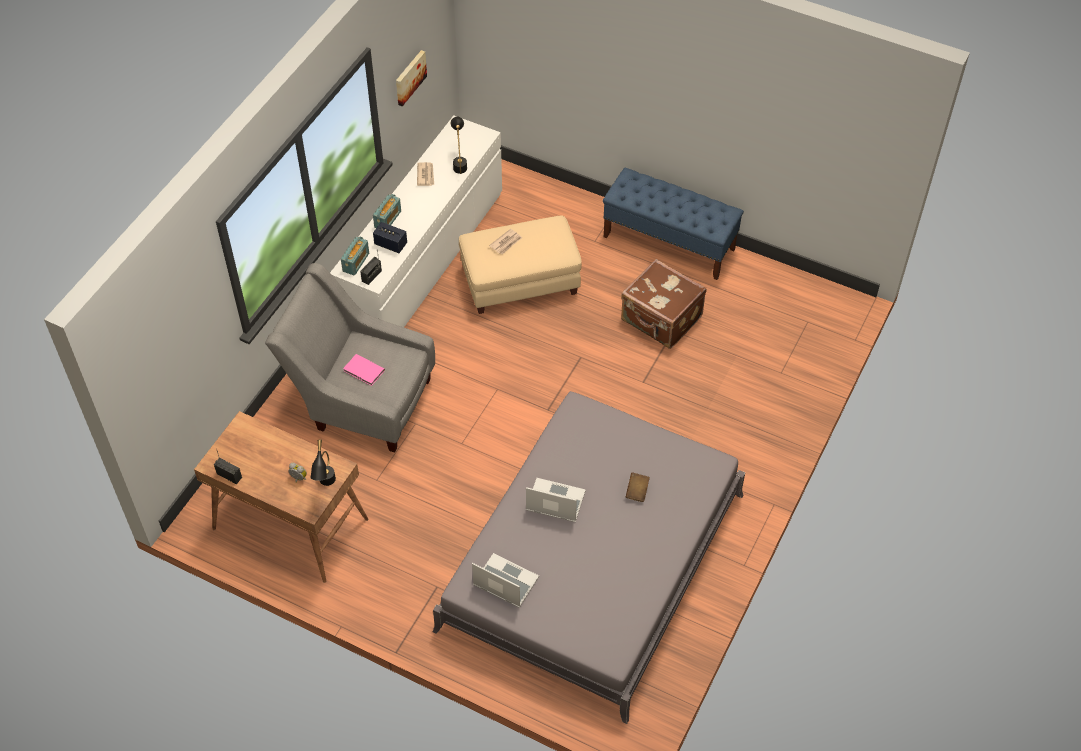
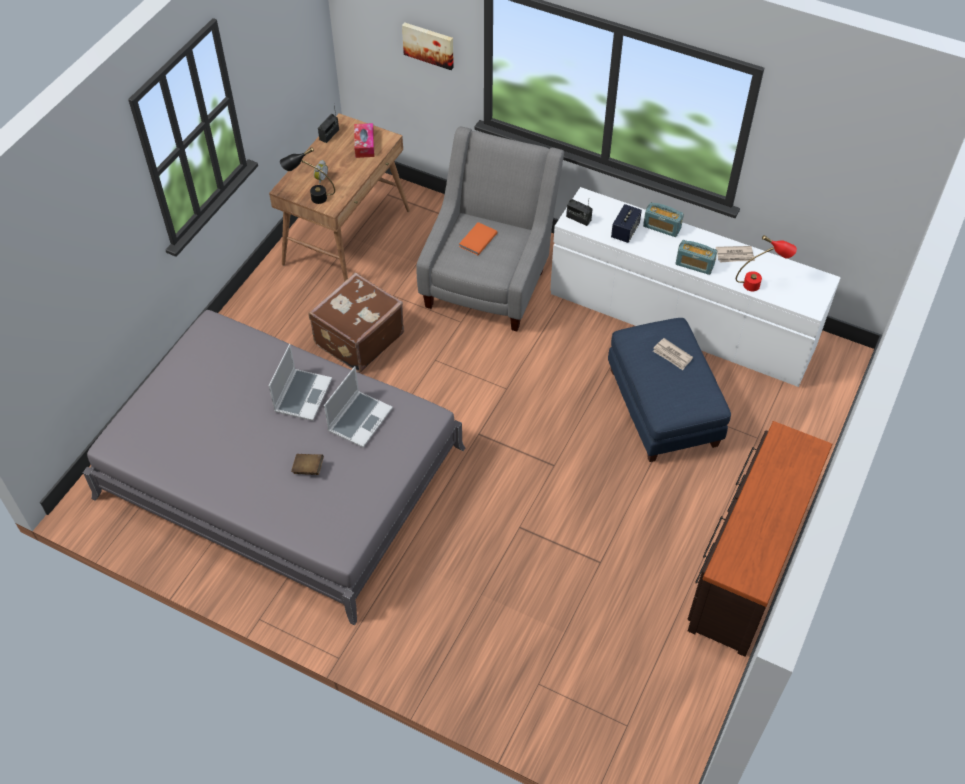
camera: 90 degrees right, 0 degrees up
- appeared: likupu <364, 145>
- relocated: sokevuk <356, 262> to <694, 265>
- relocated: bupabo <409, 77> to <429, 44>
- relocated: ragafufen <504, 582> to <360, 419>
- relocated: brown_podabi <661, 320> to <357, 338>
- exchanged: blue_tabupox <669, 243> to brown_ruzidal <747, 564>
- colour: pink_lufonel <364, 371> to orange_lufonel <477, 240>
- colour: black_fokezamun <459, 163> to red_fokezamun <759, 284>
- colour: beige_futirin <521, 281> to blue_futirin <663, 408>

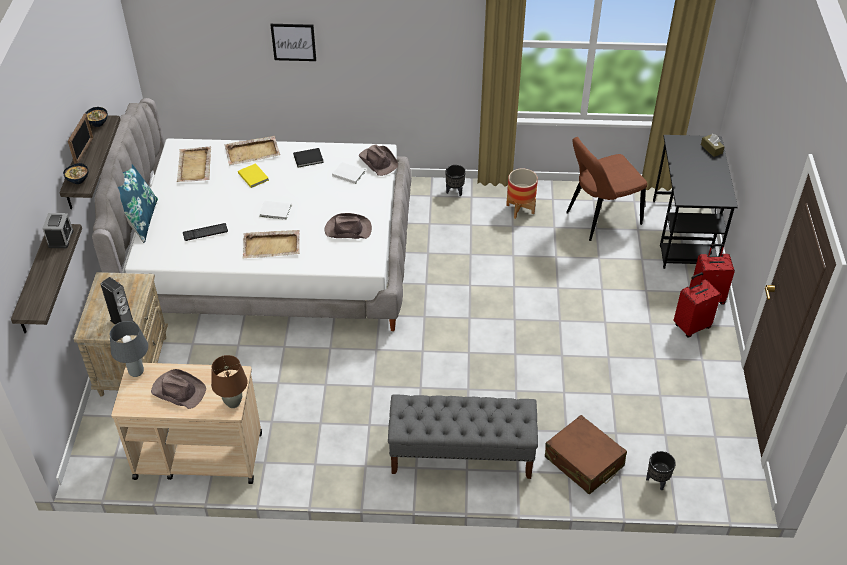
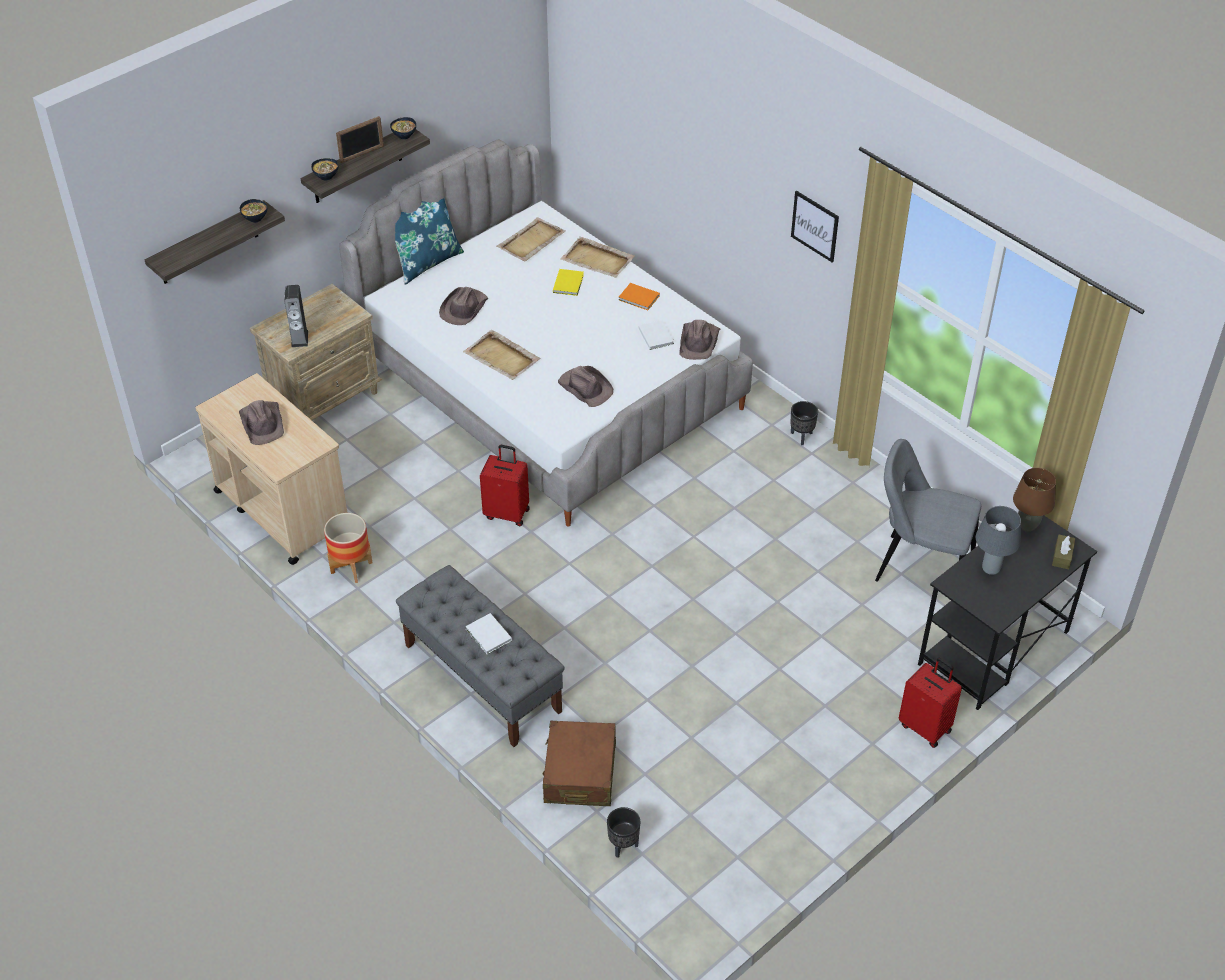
camera: 45 degrees right, 0 degrees up
- relocated: grey_fokezamun <137, 372> to <991, 569>
- relocated: brown_fokezamun <233, 403> to <1027, 526>
- relocated: white_lufonel <276, 211> to <488, 636>
- relocated: bupabo <293, 42> to <815, 226>
- relocated: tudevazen <520, 209> to <351, 567>
- relocated: red_podabi <691, 326> to <507, 513>
- exchanged: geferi <61, 238> to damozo <255, 218>
- exchanged: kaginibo <205, 232> to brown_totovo <463, 308>
- colour: black_lufonel <309, 159> to orange_lufonel <639, 298>
- colour: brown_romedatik <600, 219> to grey_romedatik <919, 567>

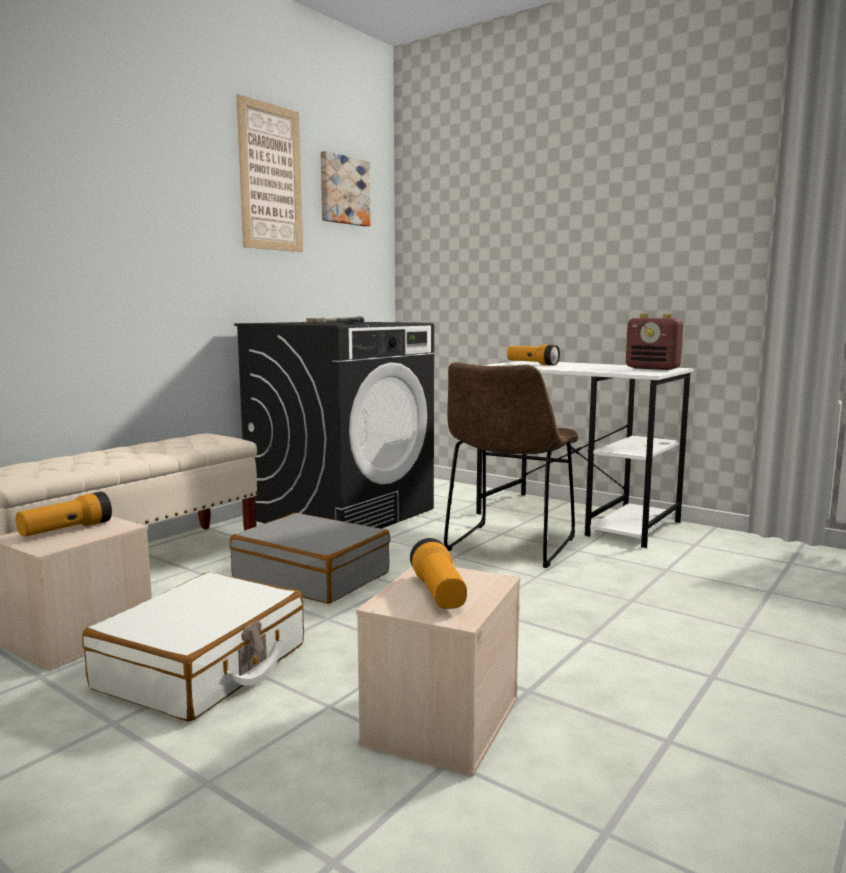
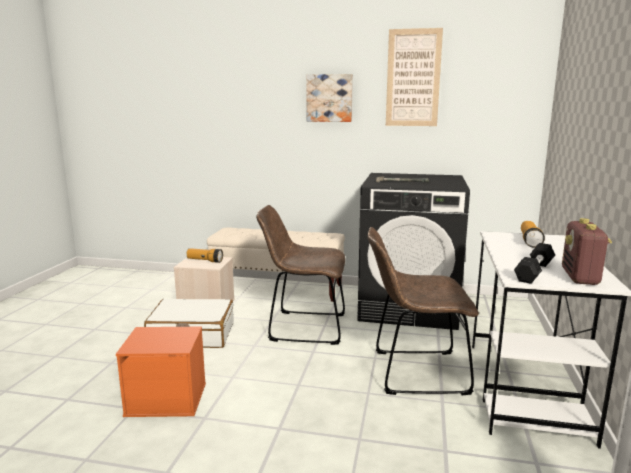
camera: 65 degrees right, 5 degrees up
- missing: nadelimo <438, 593>
- appeared: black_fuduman <534, 272>
- relocated: bupabo <343, 190> to <329, 98>
- exchanged: grey_podabi <312, 576> to brown_romedatik <303, 327>
- colour: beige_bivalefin <441, 719> to orange_bivalefin <167, 399>

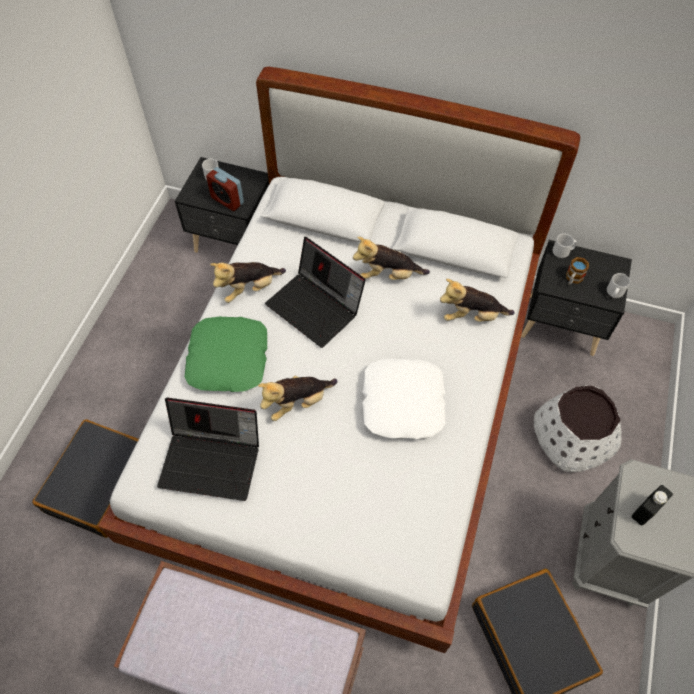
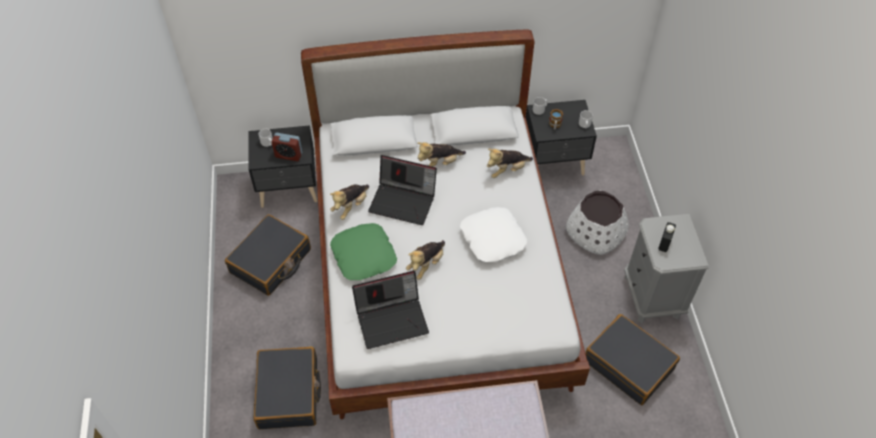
camera: 25 degrees left, 5 degrees down
- appeared: black_podabi <271, 261>

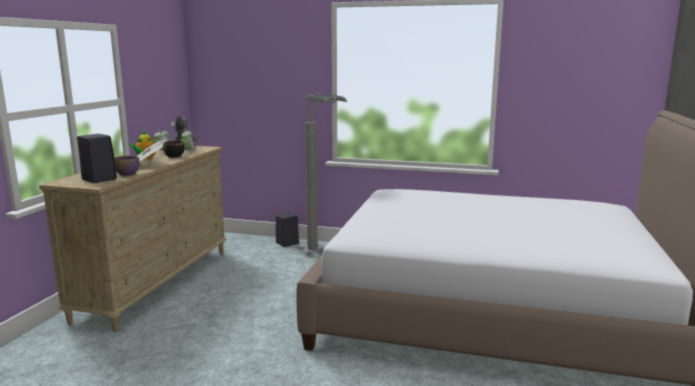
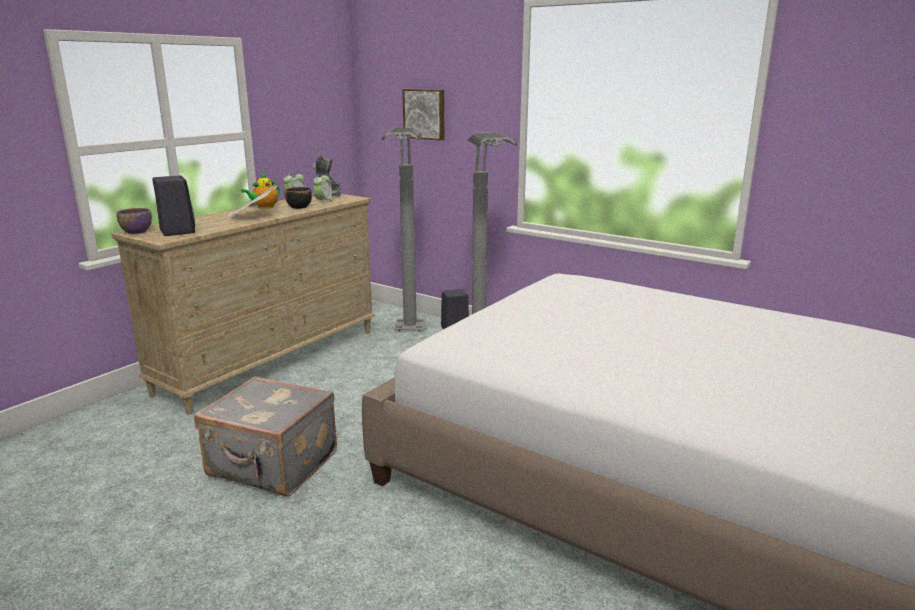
camera: 20 degrees right, 5 degrees up
- appeared: grey_podabi <272, 466>
- appeared: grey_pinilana <409, 335>
- appeared: bupabo <425, 114>
- relocated: purple_damozo <127, 174> to <136, 231>

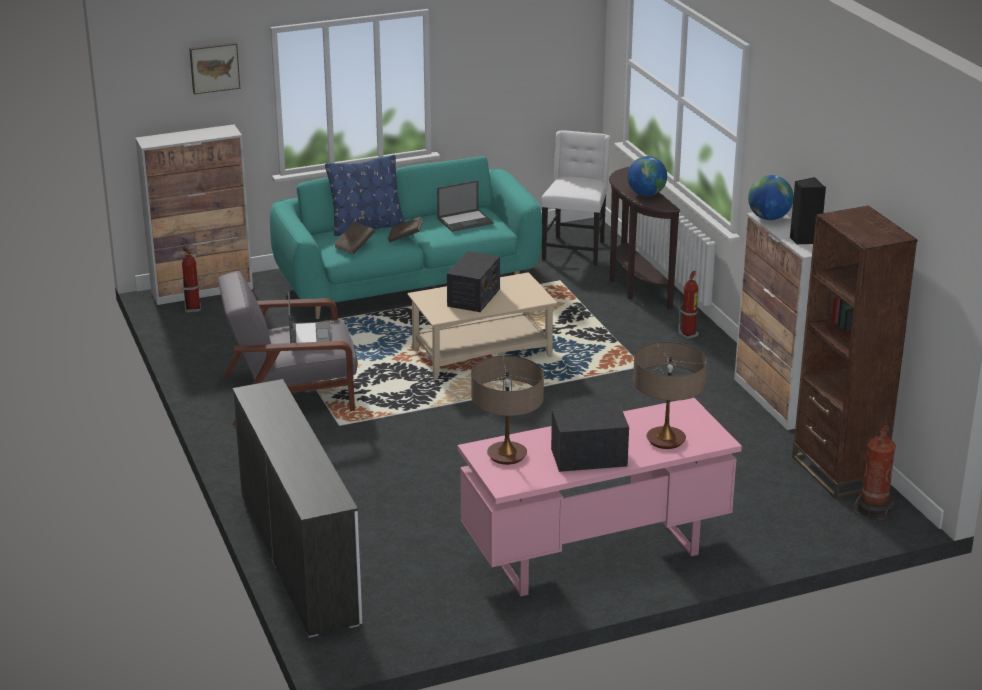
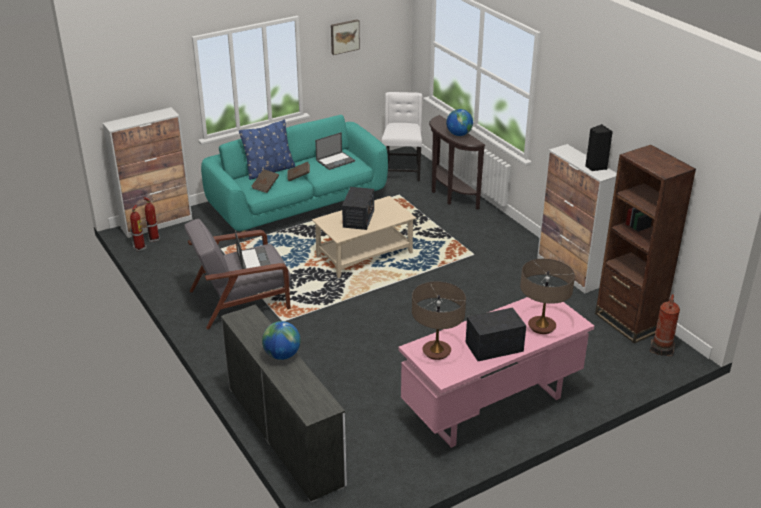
camera: 10 degrees left, 5 degrees up
- relocated: bupabo <214, 67> to <344, 36>
- relocated: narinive <688, 335> to <140, 248>
- relocated: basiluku <769, 218> to <282, 355>

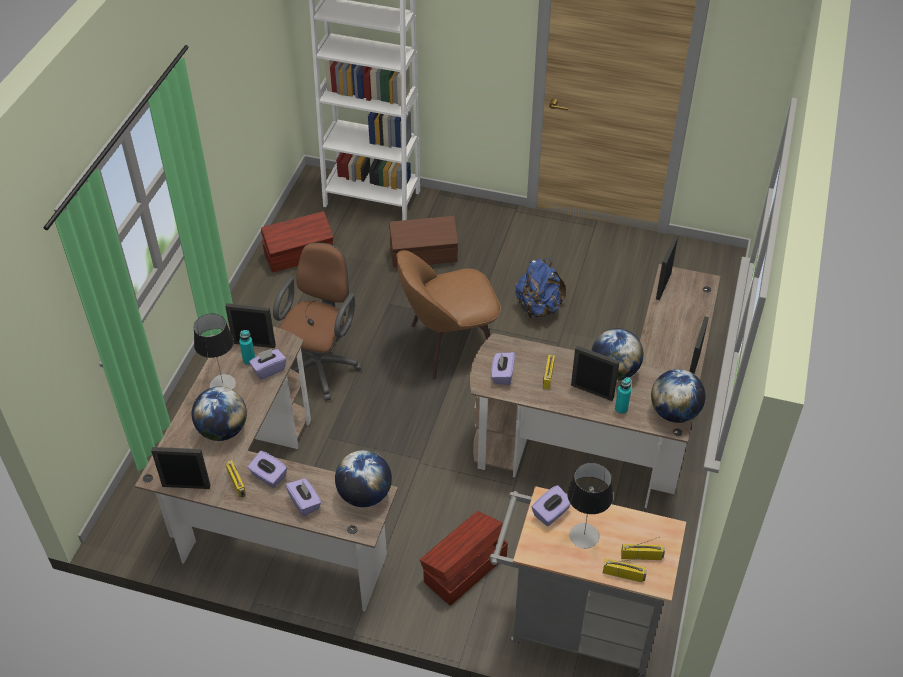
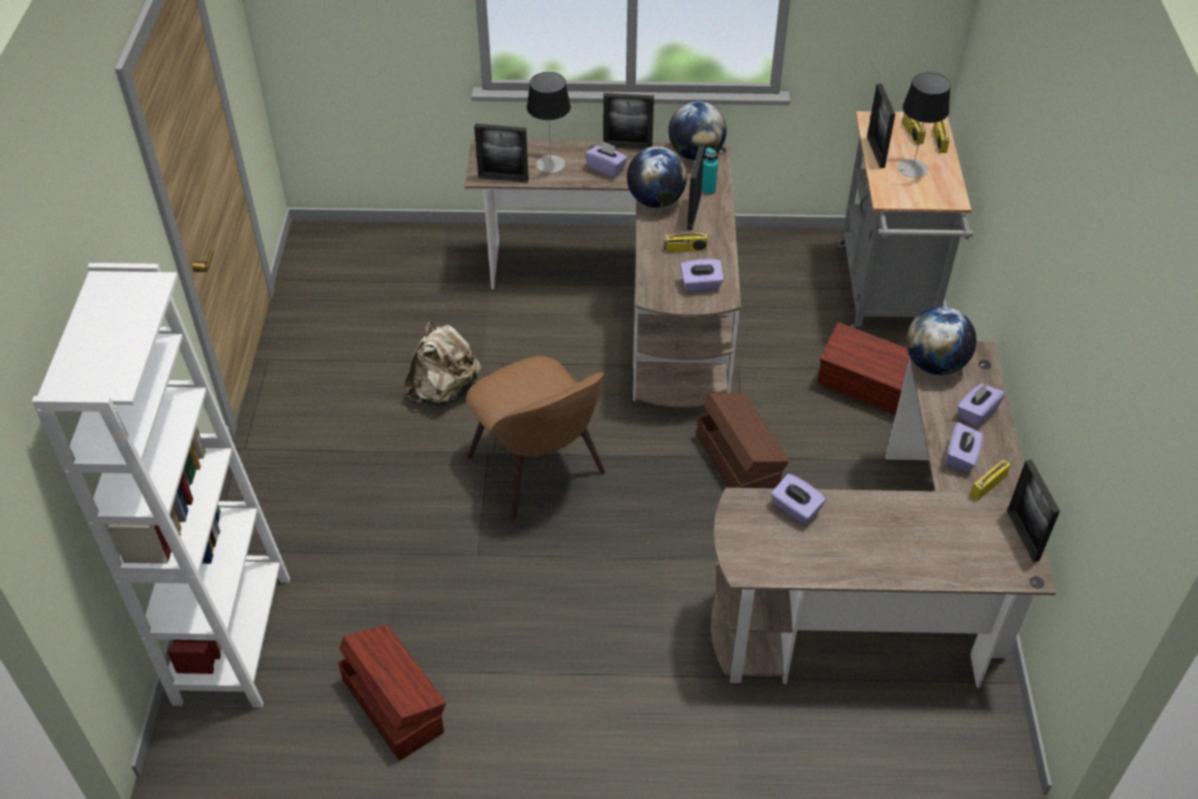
camera: 105 degrees left, 0 degrees up
- missing: basiluku <223, 430>
- missing: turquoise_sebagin <249, 360>
- missing: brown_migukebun <321, 364>
- relocated: fokezamun <222, 384> to <550, 164>
- relocated: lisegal <254, 344> to <875, 152>
- relocated: brown_bivalefin <424, 255> to <738, 462>
- relocated: purple_likupu <551, 513> to <606, 168>
- colour: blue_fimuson <538, 308> to beige_fimuson <444, 391>

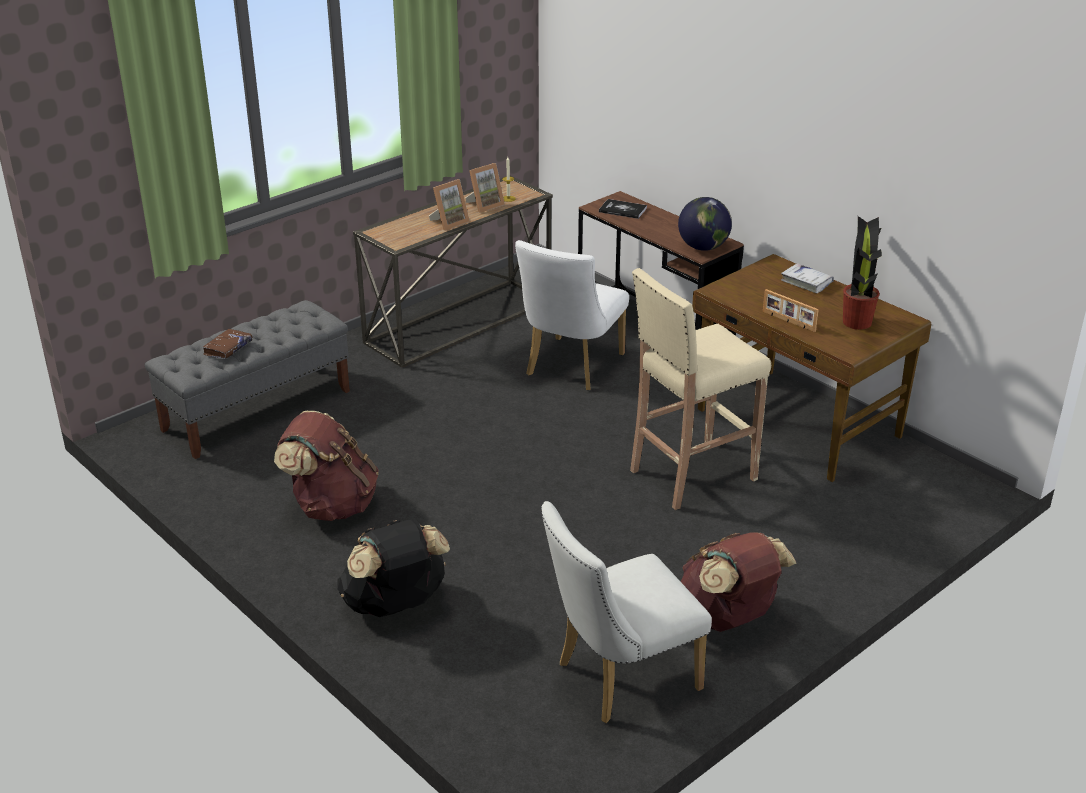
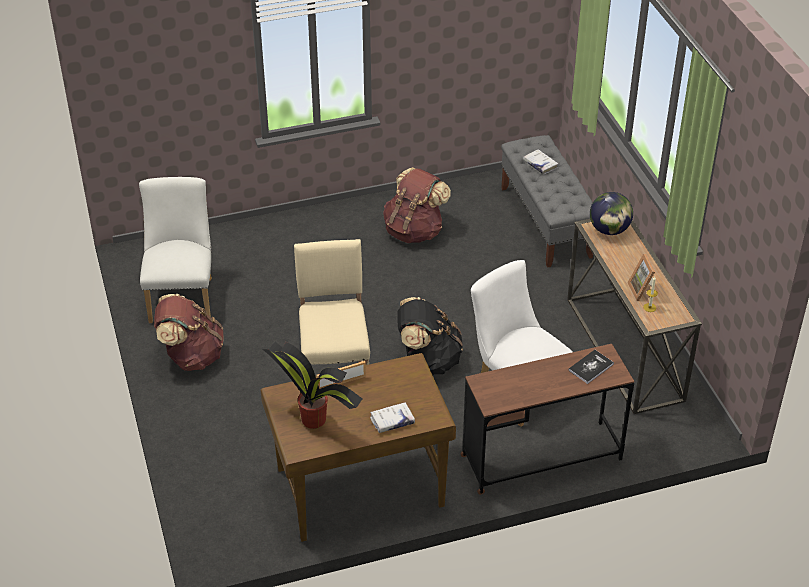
camera: 115 degrees right, 10 degrees up
- missing: lisegal <449, 222>
- relocated: black_fimuson <395, 605> to <428, 360>
- relocated: basiluku <703, 247> to <609, 230>
- colour: brown_lufonel <228, 348> to white_lufonel <540, 165>

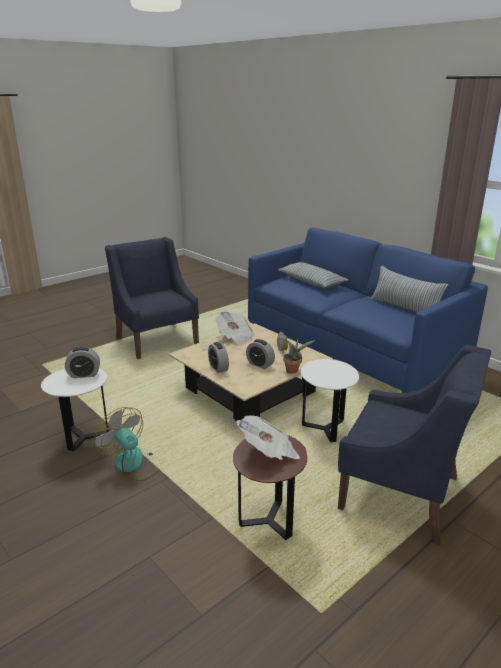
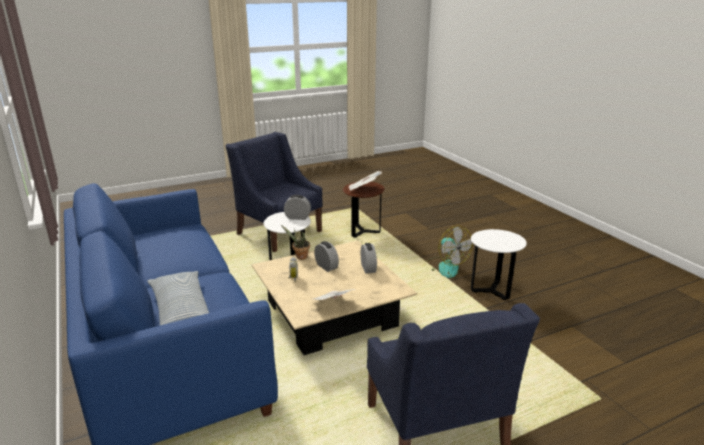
camera: 165 degrees left, 0 degrees up
- missing: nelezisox <404, 308>
- relocated: geferi <84, 374> to <297, 217>

